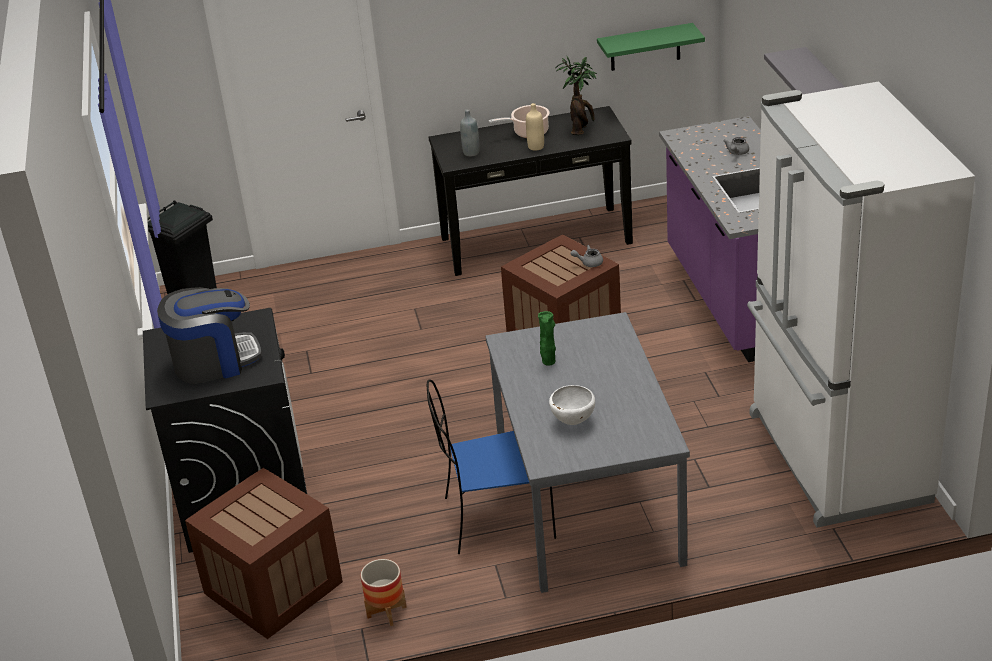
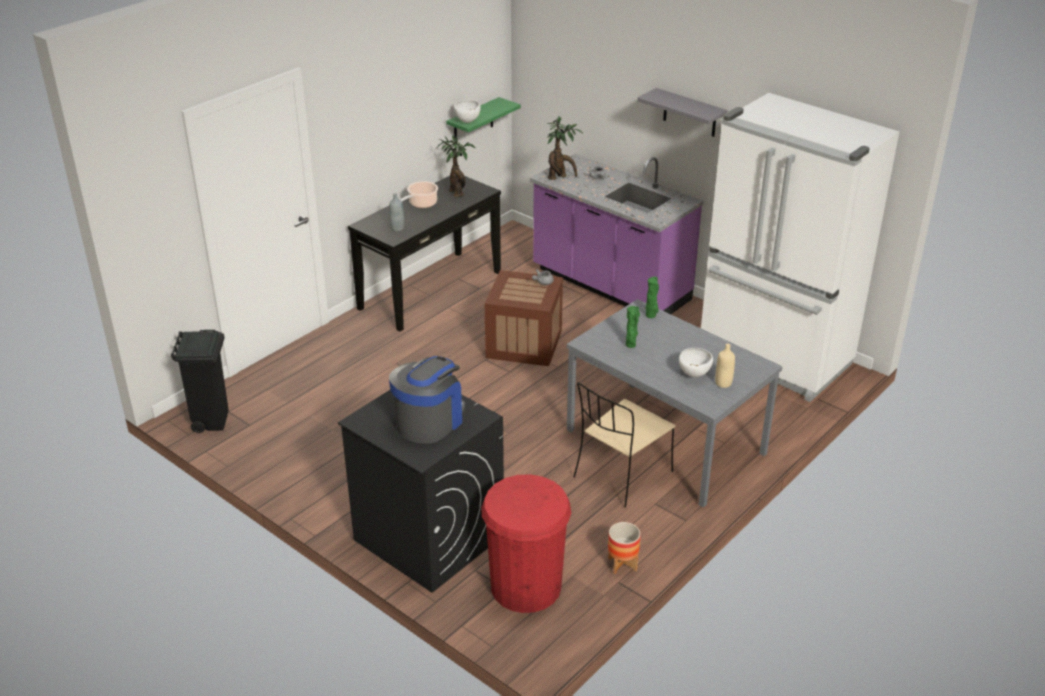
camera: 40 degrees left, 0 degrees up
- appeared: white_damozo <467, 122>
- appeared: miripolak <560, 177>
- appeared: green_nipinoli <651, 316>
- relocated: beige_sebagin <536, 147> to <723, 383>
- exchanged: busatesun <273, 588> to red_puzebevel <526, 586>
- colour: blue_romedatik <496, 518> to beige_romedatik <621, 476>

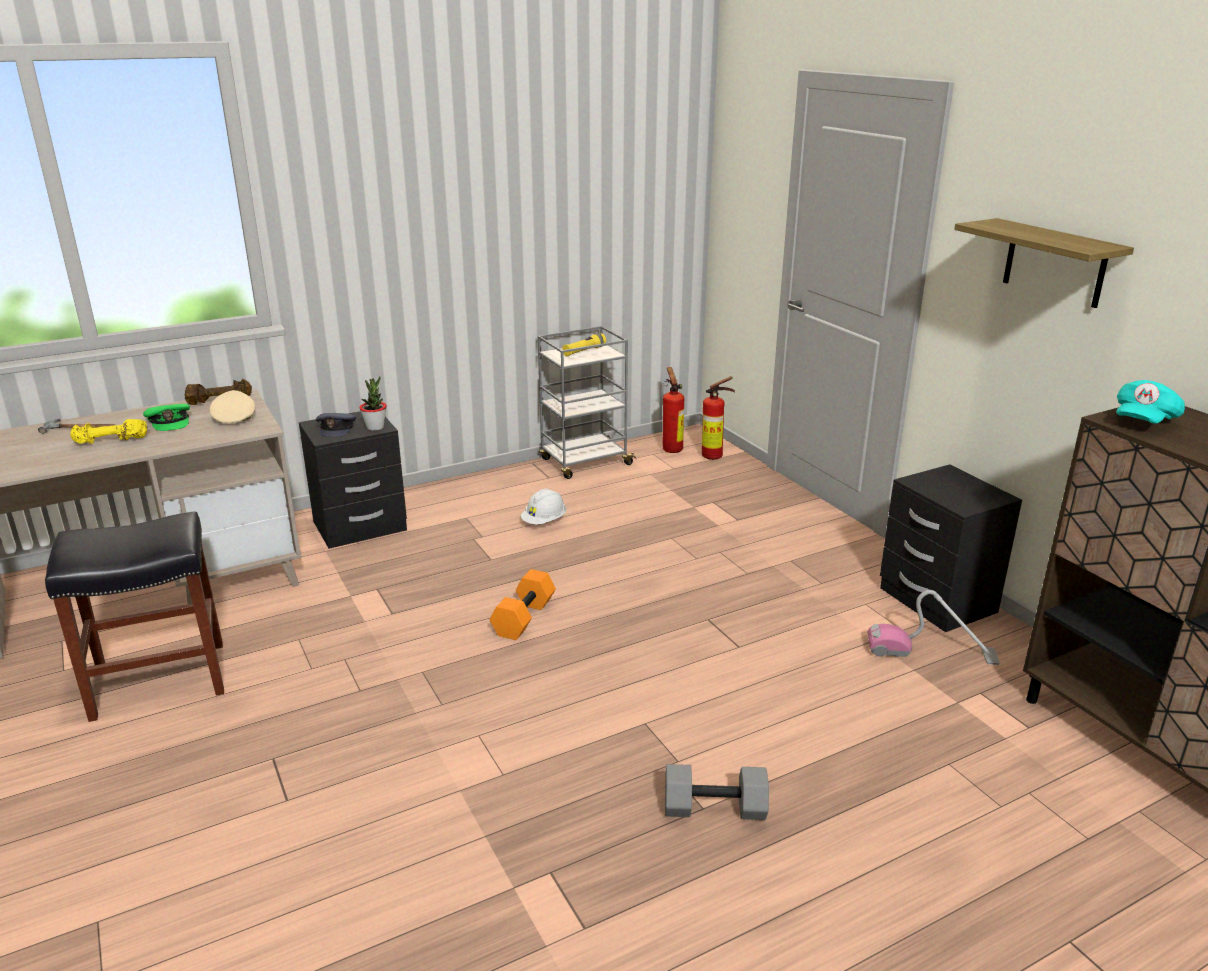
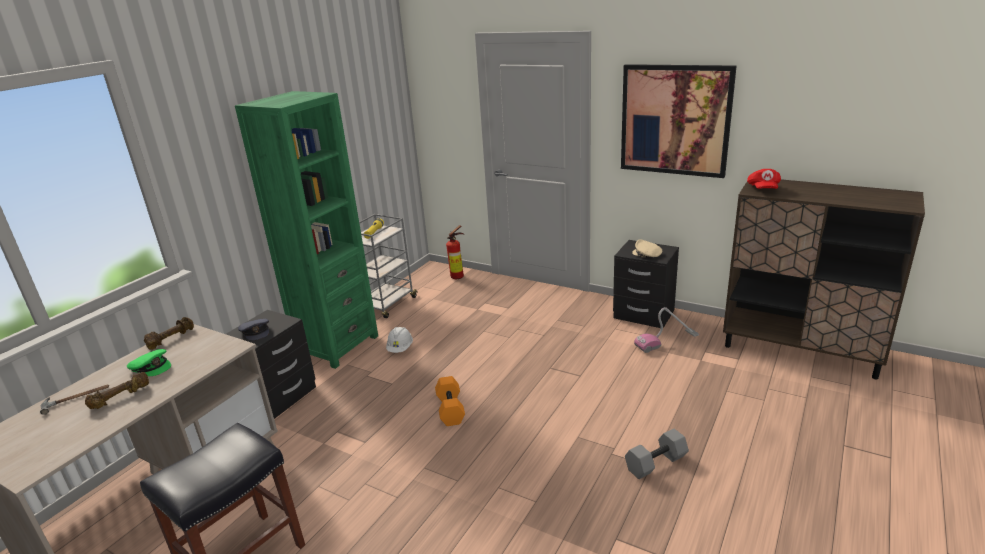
camera: 30 degrees left, 0 degrees up
- missing: miripolak <375, 427>
- missing: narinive <671, 448>
- appeared: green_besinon <337, 345>
- relocated: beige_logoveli <234, 418> to <646, 254>
- exchanged: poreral <1054, 263> to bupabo <675, 120>
- colour: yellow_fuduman <110, 442> to brown_fuduman <121, 398>
- colour: turquoise_logoveli <1143, 421> to red_logoveli <763, 189>

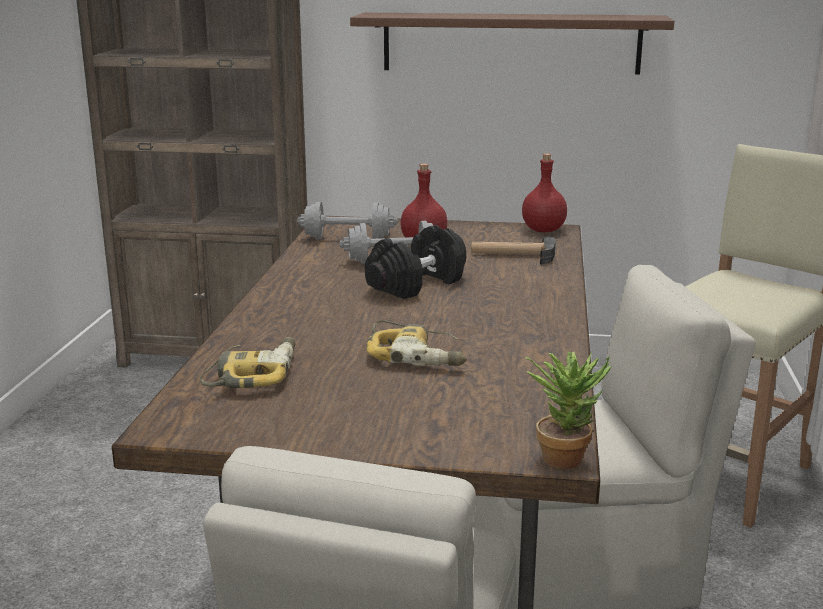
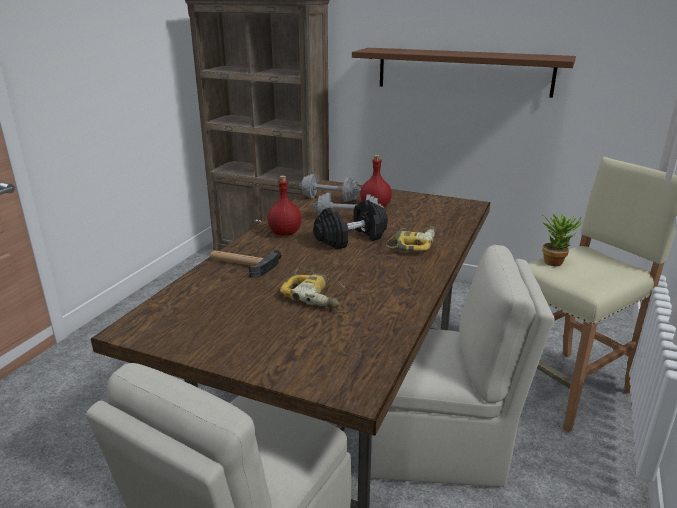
camera: 15 degrees right, 5 degrees up
- relocated: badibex <253, 374> to <412, 244>
- relocated: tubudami <513, 255> to <242, 264>
- relocated: red_sebagin <543, 230> to <285, 233>
- relocated: miripolak <566, 456> to <555, 261>

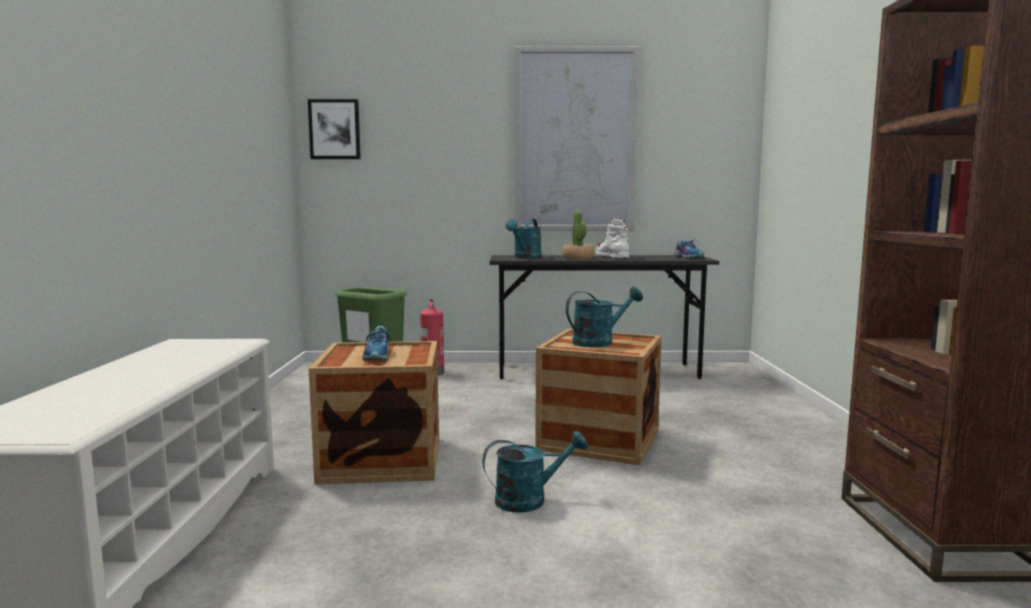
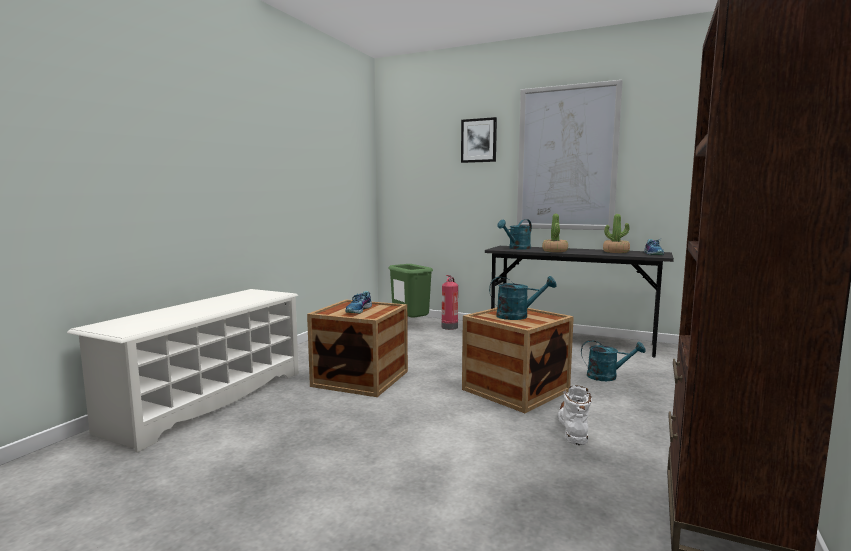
camera: 25 degrees right, 0 degrees up
- appeared: miripolak <616, 252>
- relocated: bupabo <334, 129> to <479, 140>
- relocated: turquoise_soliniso <529, 499> to <607, 376>
- relocated: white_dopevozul <612, 257> to <573, 429>

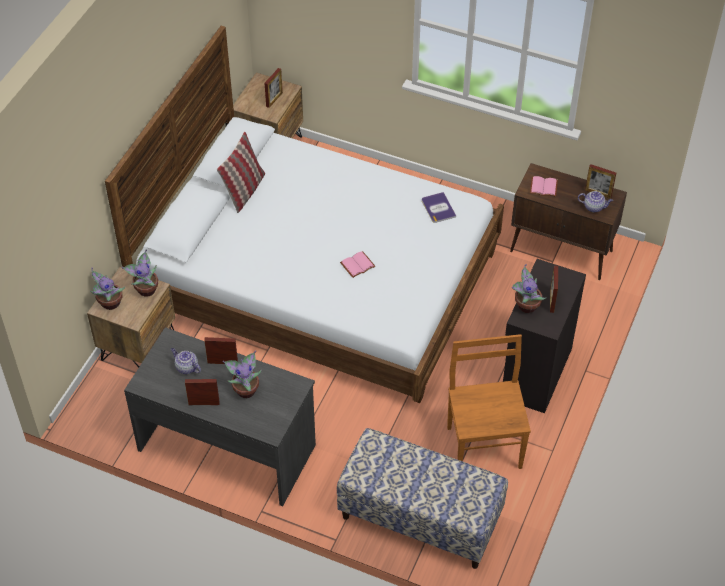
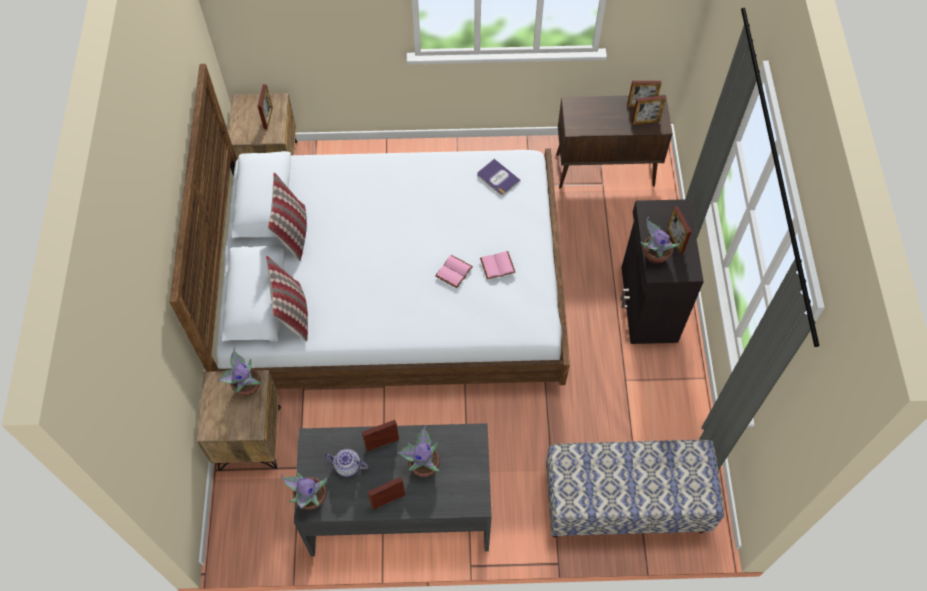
camera: 25 degrees left, 10 degrees up
- missing: brown_romedatik <484, 445>
- appeared: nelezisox <293, 313>
- relocated: miripolak <109, 303> to <310, 499>
- relocated: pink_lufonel <544, 186> to <497, 265>
- exchanged: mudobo <594, 207> to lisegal <645, 121>

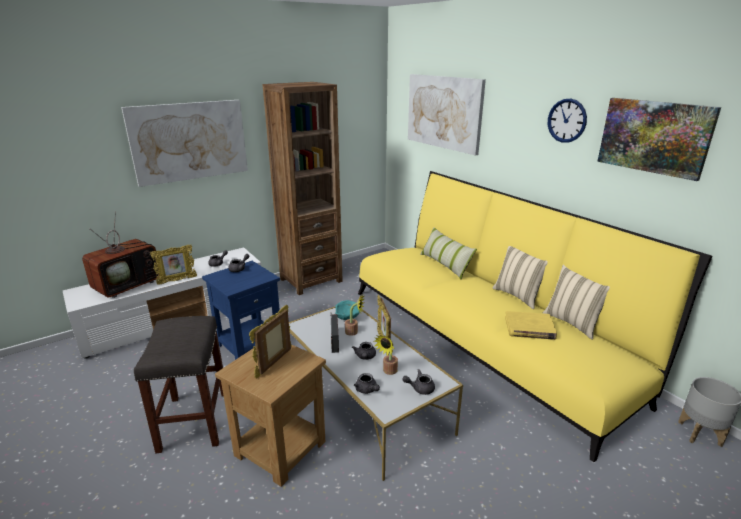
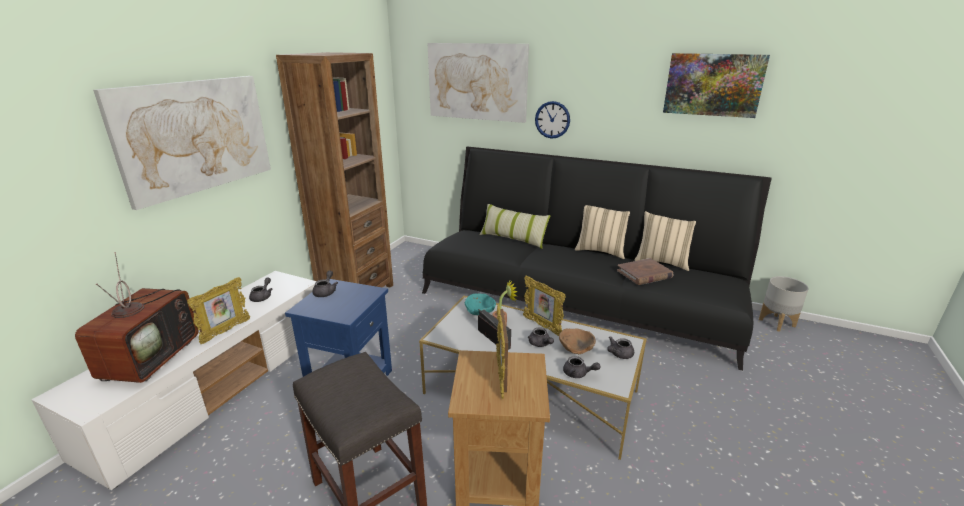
camera: 30 degrees left, 0 degrees up
- relocated: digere <567, 120> to <552, 120>
- exchanged: miripolak <388, 371> to brown_damozo <576, 350>
- colour: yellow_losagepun <484, 338> to black_losagepun <576, 300>
- colour: yellow_lufonel <529, 328> to brown_lufonel <644, 274>

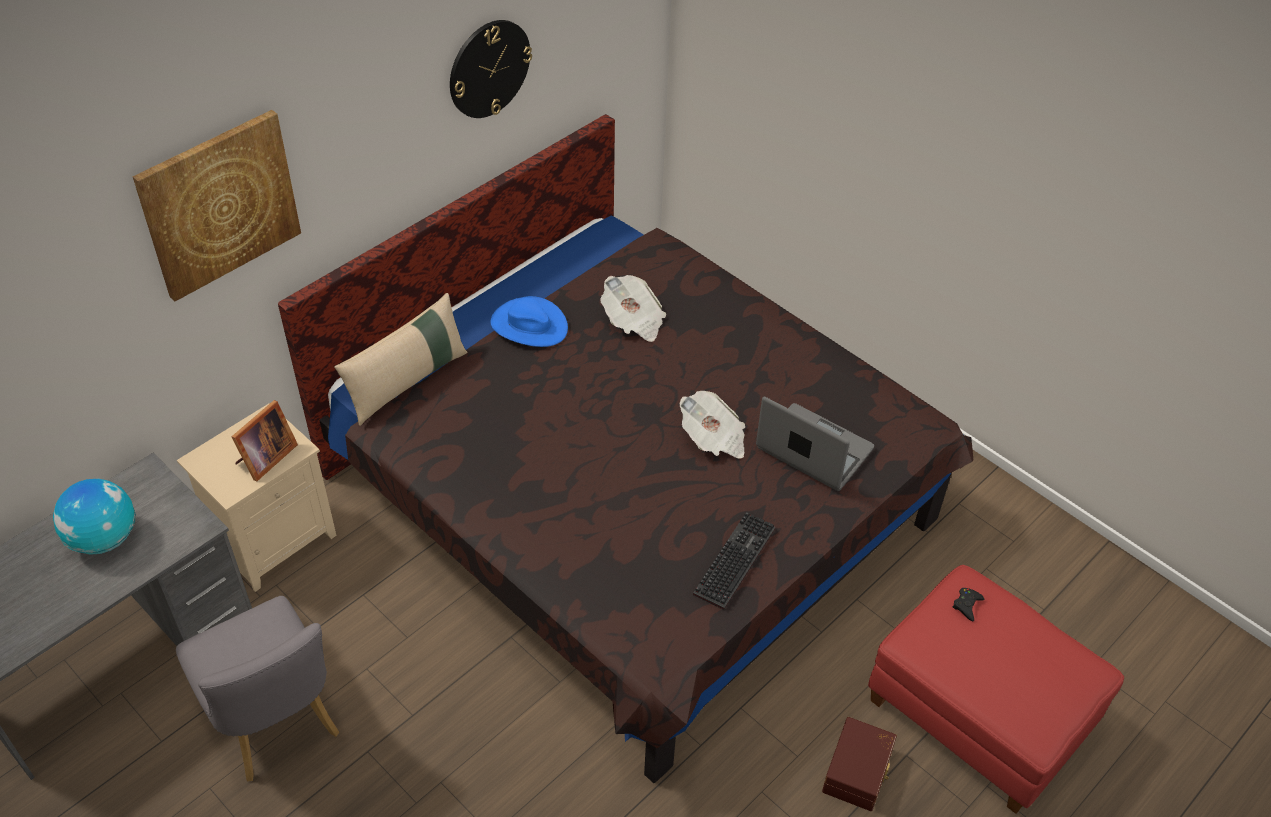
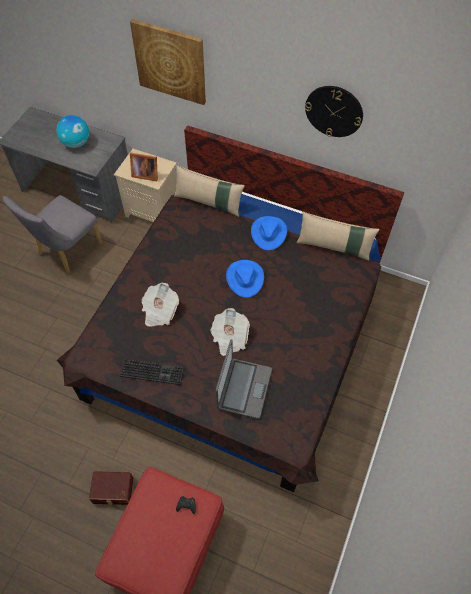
camera: 70 degrees right, 10 degrees up
- appeared: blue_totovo <244, 278>
- appeared: beige_nelezisox <334, 247>
- relocated: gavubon <633, 321> to <159, 311>

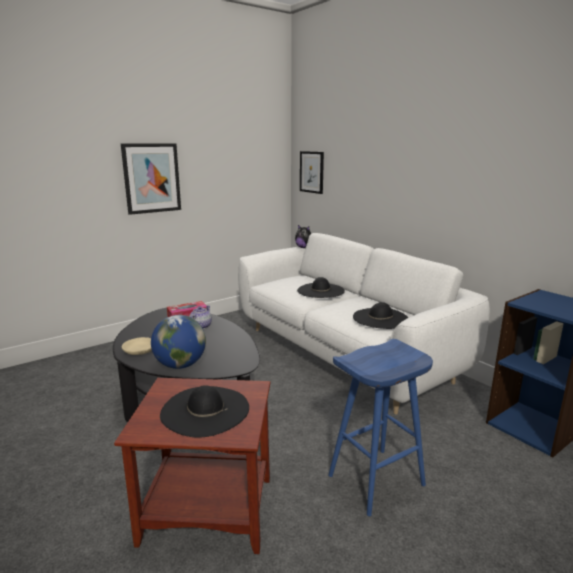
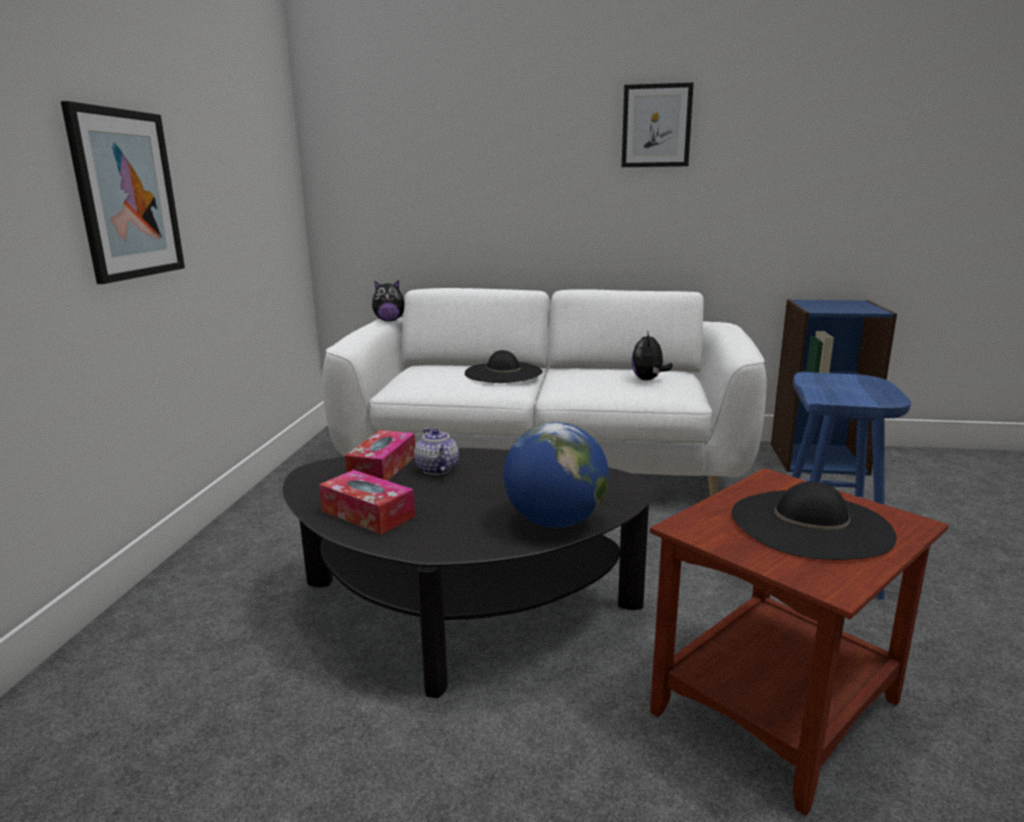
camera: 45 degrees left, 0 degrees up
- missing: beige_damozo <139, 351>
- appeared: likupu <368, 513>
- relocated: bupabo <312, 172> to <656, 126>
- exchanged: black_totovo <380, 318> to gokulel <648, 379>

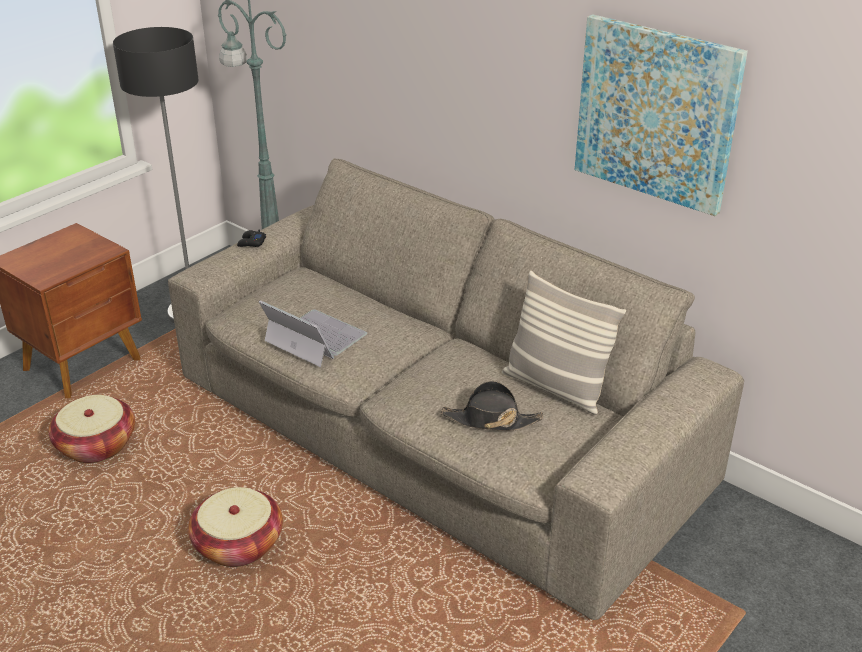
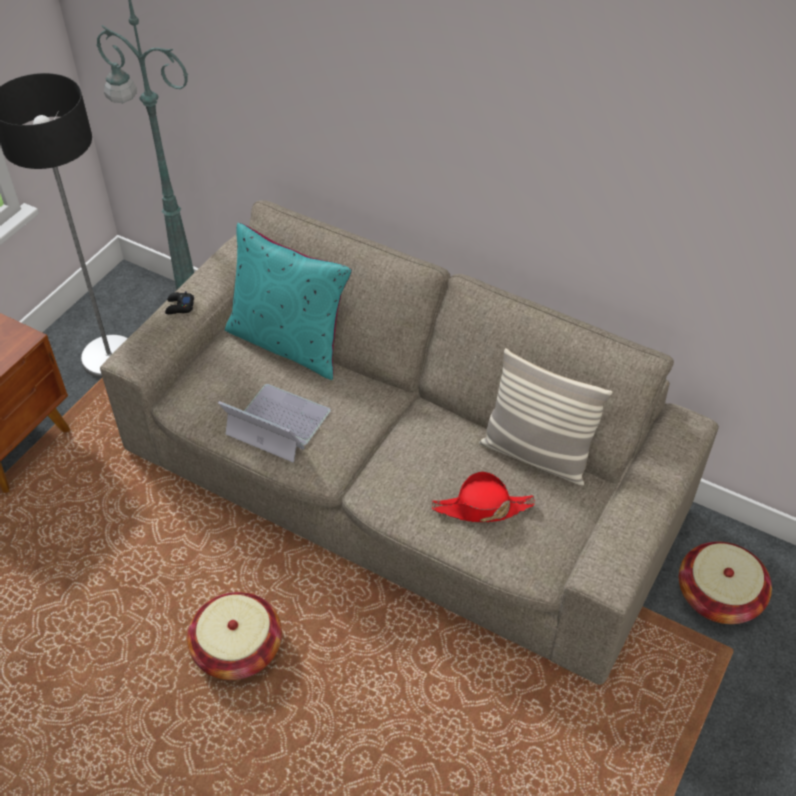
camera: 10 degrees left, 15 degrees up
- missing: bupabo <656, 113>
- appeared: turquoise_nelezisox <289, 342>
- relocated: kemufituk <97, 445> to <718, 596>
- colour: black_totovo <491, 420> to red_totovo <482, 508>

